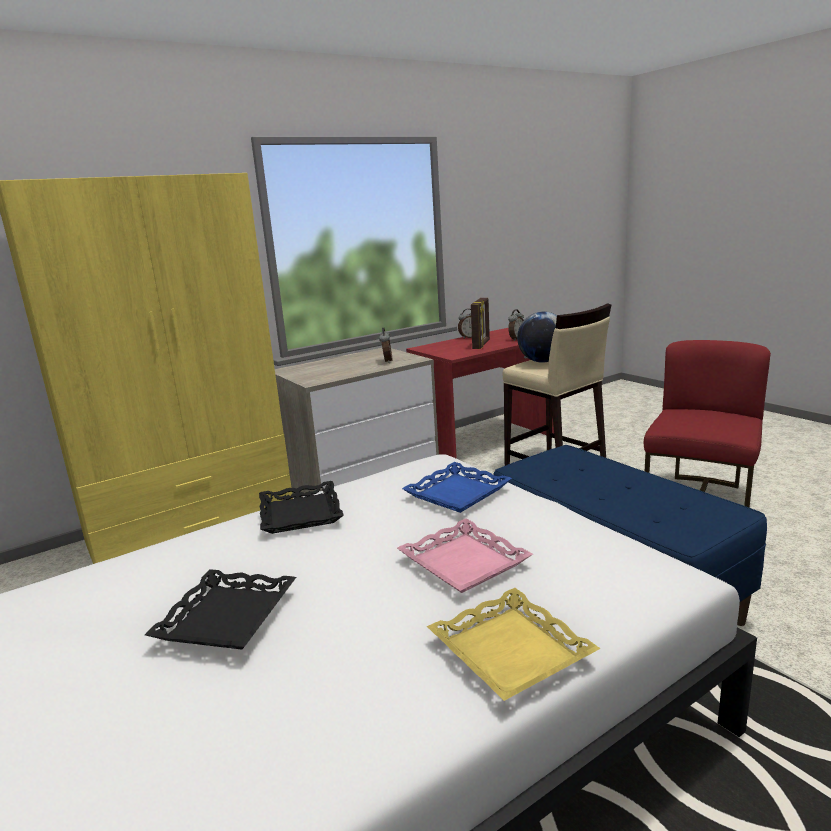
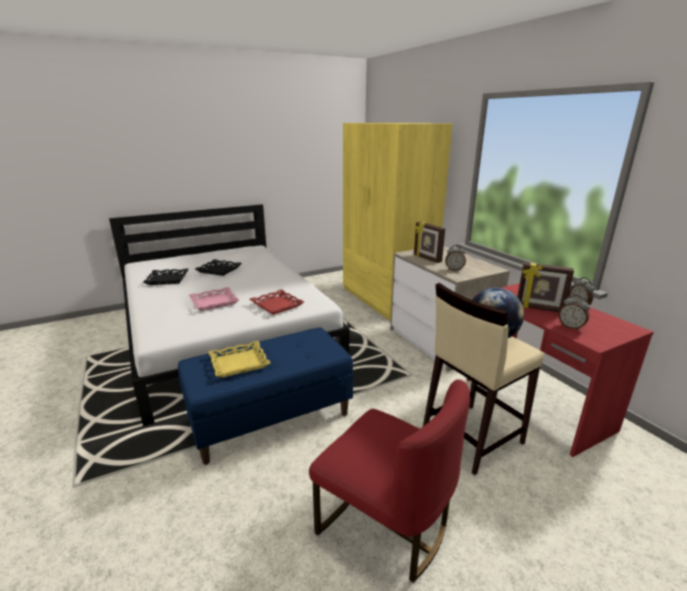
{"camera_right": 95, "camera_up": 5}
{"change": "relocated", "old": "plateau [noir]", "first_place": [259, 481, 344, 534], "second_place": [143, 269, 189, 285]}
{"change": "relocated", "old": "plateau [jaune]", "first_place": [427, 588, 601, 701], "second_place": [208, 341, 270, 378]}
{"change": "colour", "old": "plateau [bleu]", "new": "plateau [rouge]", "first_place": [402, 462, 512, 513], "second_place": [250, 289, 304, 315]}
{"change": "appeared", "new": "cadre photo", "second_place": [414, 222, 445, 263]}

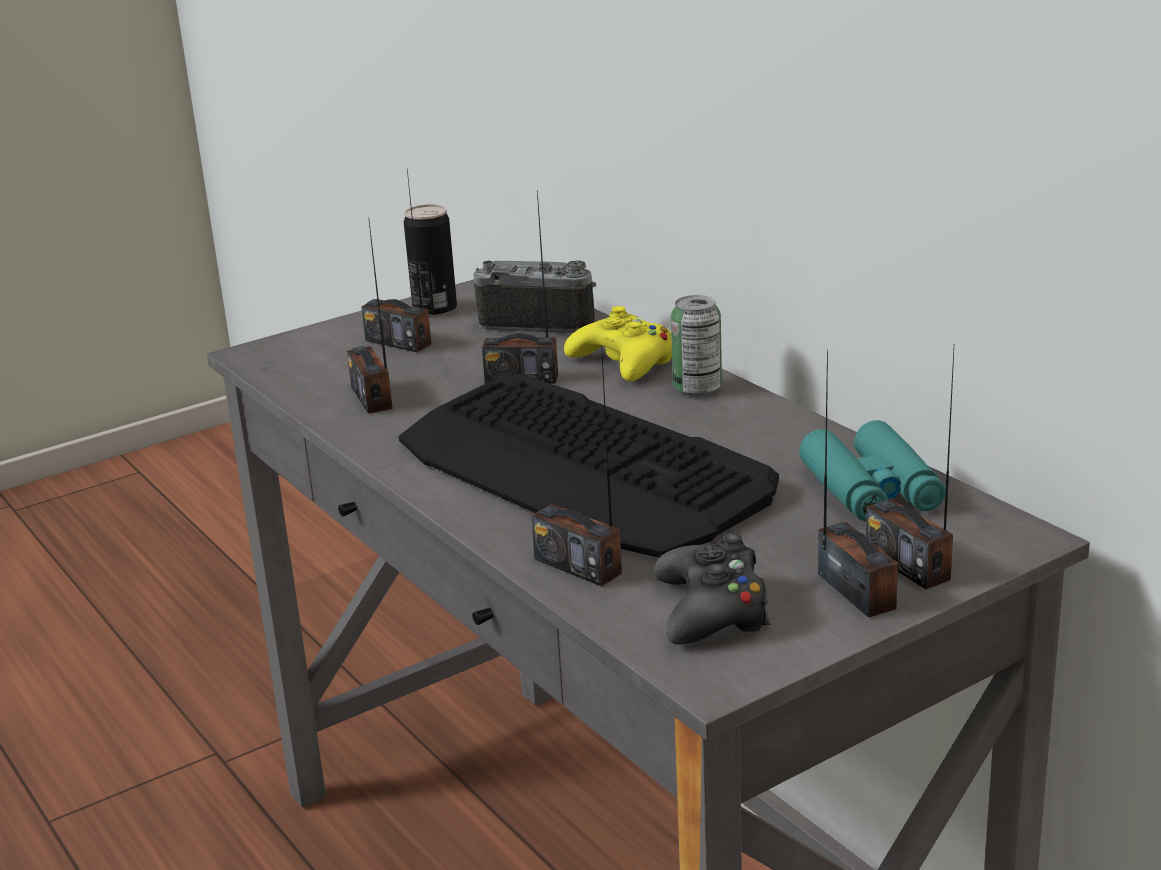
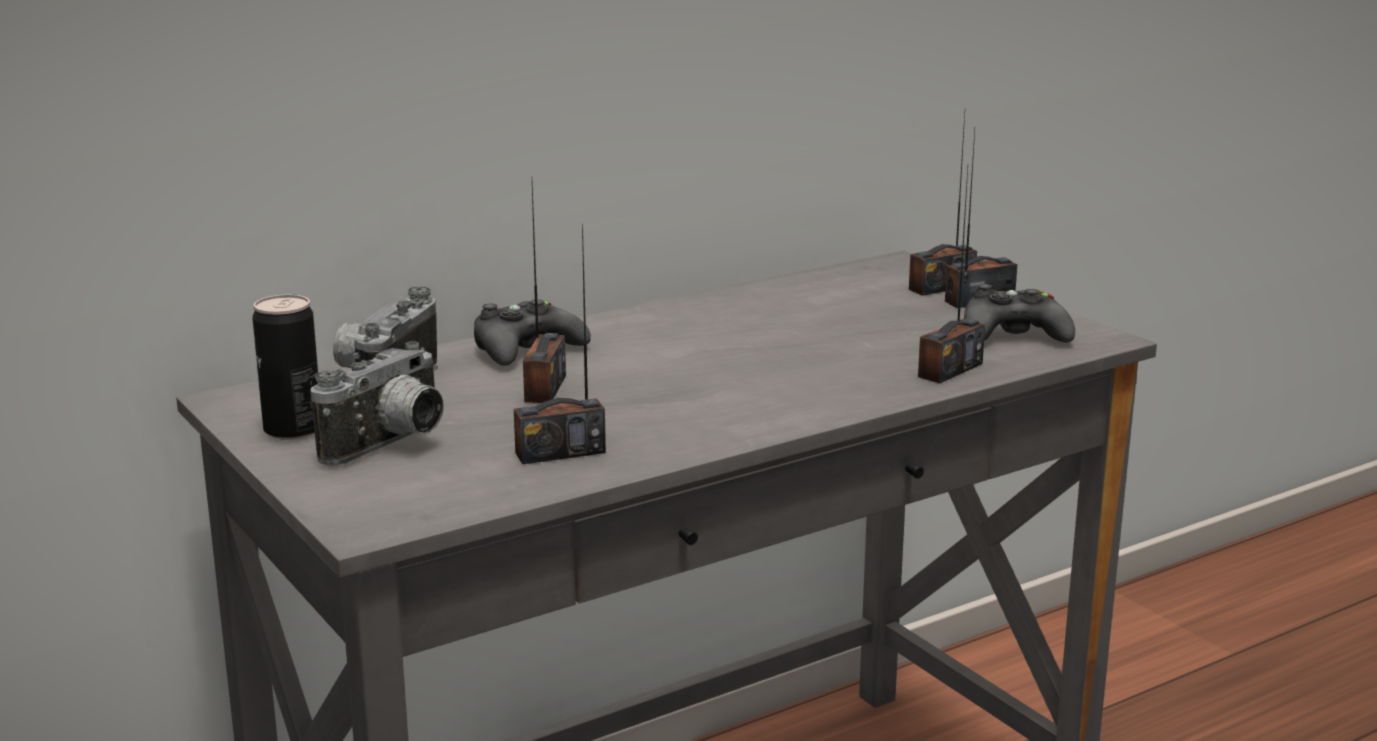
{"camera_right": -90, "camera_up": -5}
{"change": "exchanged", "old": "radio", "new": "appareil photo", "first_place": [361, 170, 432, 352], "second_place": [311, 341, 444, 465]}
{"change": "colour", "old": "manette [jaune]", "new": "manette [noir]", "first_place": [564, 306, 672, 381], "second_place": [474, 299, 591, 366]}
{"change": "missing", "old": "clavier", "first_place": [398, 374, 779, 558]}
{"change": "missing", "old": "boîte métallique", "first_place": [671, 295, 722, 396]}
{"change": "missing", "old": "jumelles [turquoise]", "first_place": [799, 420, 946, 522]}

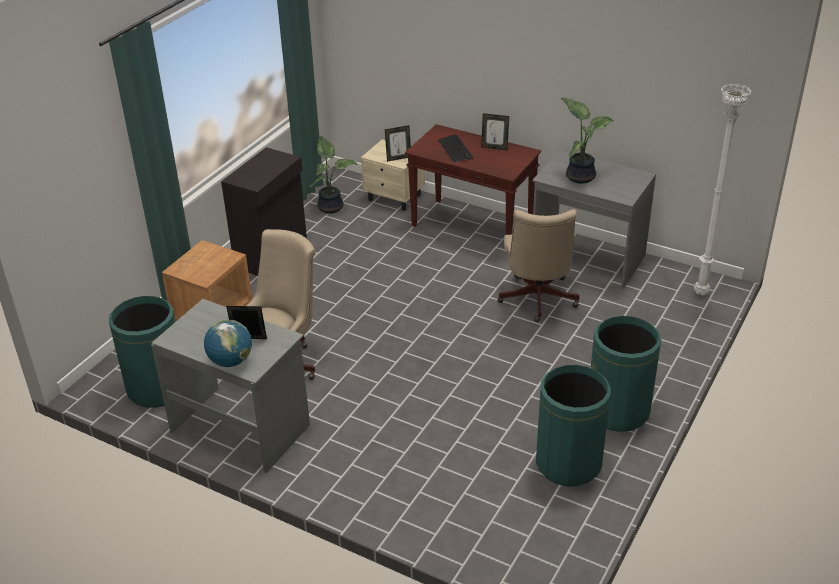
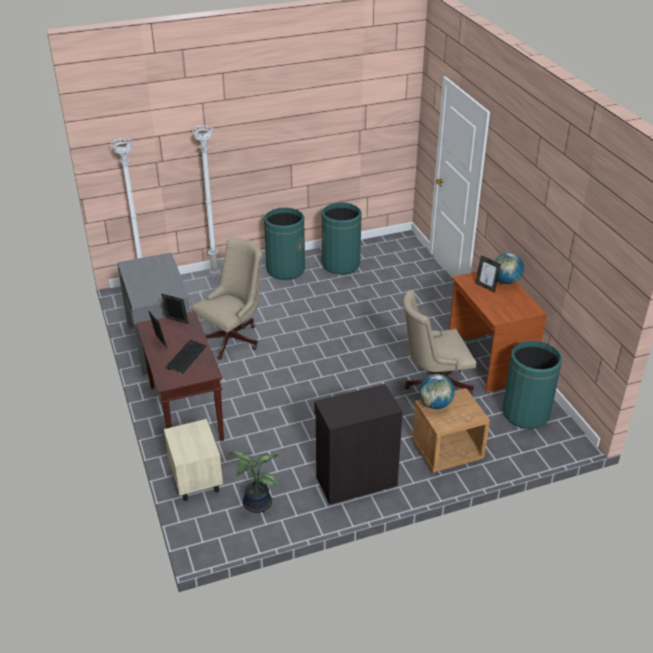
{"camera_right": -140, "camera_up": 0}
{"change": "relocated", "old": "cadre photo", "first_place": [385, 125, 411, 162], "second_place": [161, 294, 188, 324]}
{"change": "appeared", "new": "lampadaire [blanc]", "second_place": [192, 125, 220, 279]}
{"change": "appeared", "new": "globe", "second_place": [419, 374, 455, 409]}
{"change": "colour", "old": "bureau [gris]", "new": "bureau [marron]", "first_place": [151, 299, 310, 473], "second_place": [449, 271, 547, 393]}
{"change": "missing", "old": "plante en pot", "first_place": [561, 98, 614, 184]}

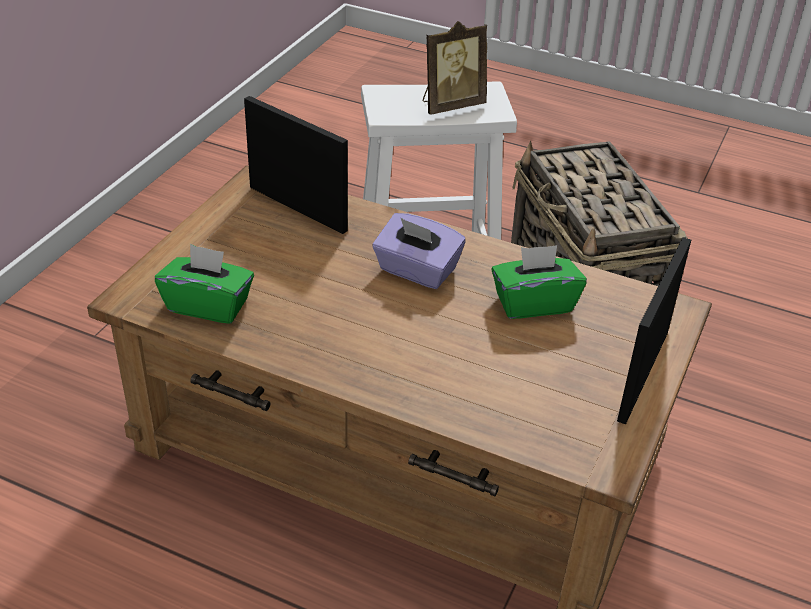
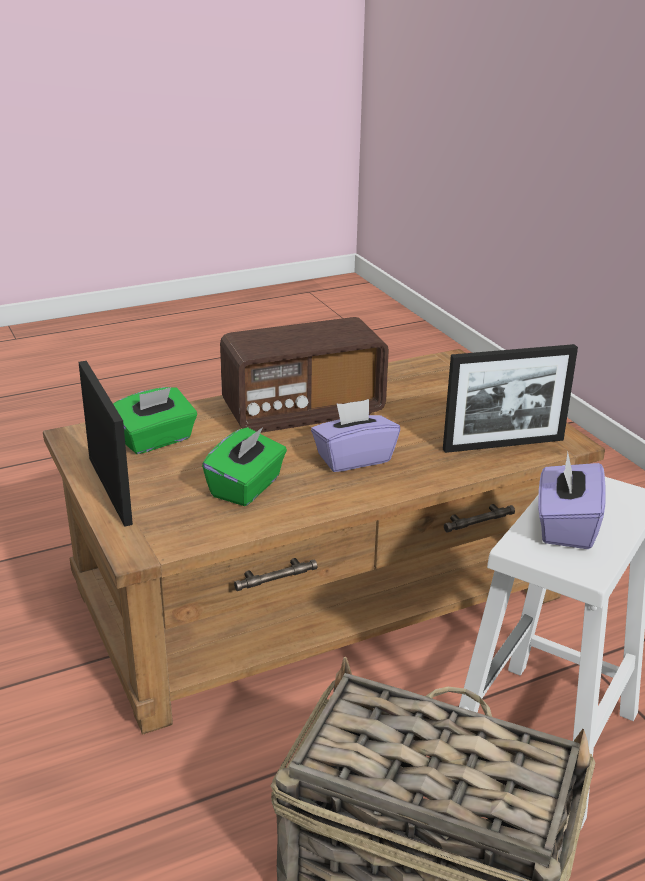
{"camera_right": 130, "camera_up": -10}
{"change": "relocated", "old": "boîte à mouchoirs [vert]", "first_place": [155, 244, 254, 324], "second_place": [113, 387, 197, 454]}
{"change": "appeared", "new": "radio", "second_place": [220, 317, 389, 433]}
{"change": "exchanged", "old": "cadre photo", "new": "boîte à mouchoirs [violet]", "first_place": [423, 21, 487, 115], "second_place": [538, 452, 606, 549]}

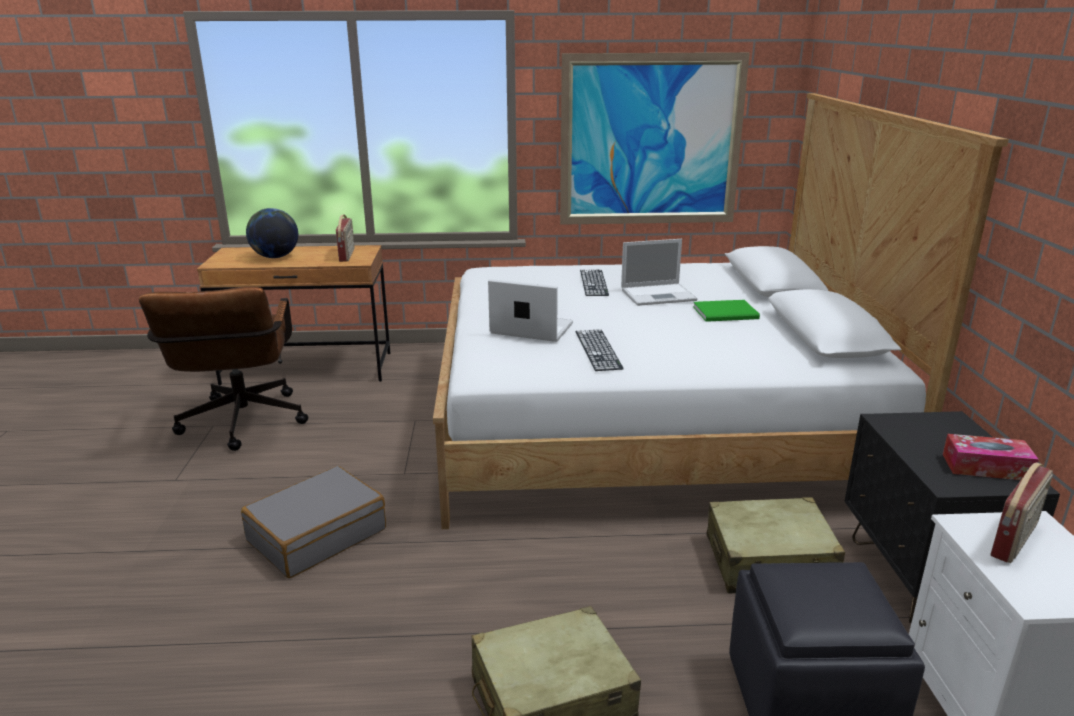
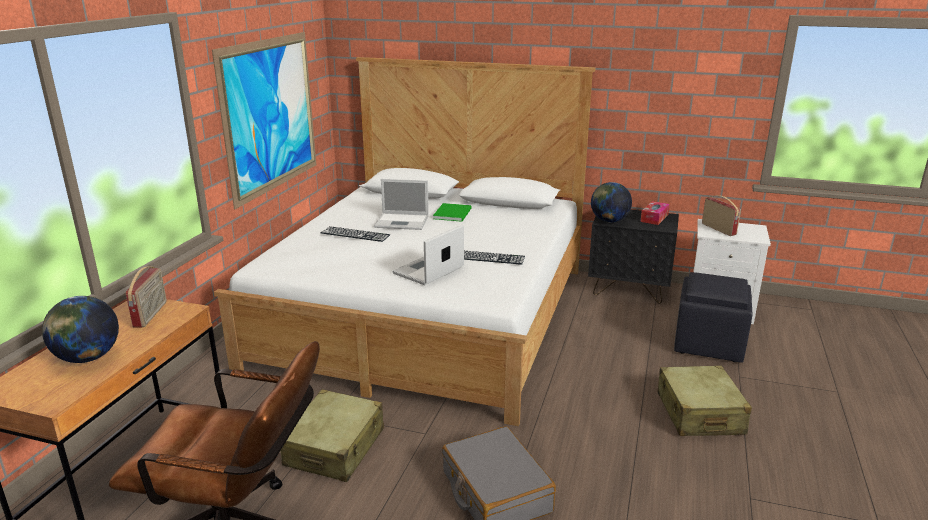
{"camera_right": -70, "camera_up": 0}
{"change": "spun", "old": "radio", "first_place": [336, 215, 355, 262], "second_place": [126, 267, 167, 327], "degrees": 75}
{"change": "relocated", "old": "valise [beige]", "first_place": [707, 497, 845, 593], "second_place": [280, 389, 384, 482]}
{"change": "spun", "old": "ordinateur portable", "first_place": [621, 239, 697, 306], "second_place": [374, 179, 429, 230], "degrees": 90}
{"change": "appeared", "new": "globe", "second_place": [591, 182, 632, 222]}

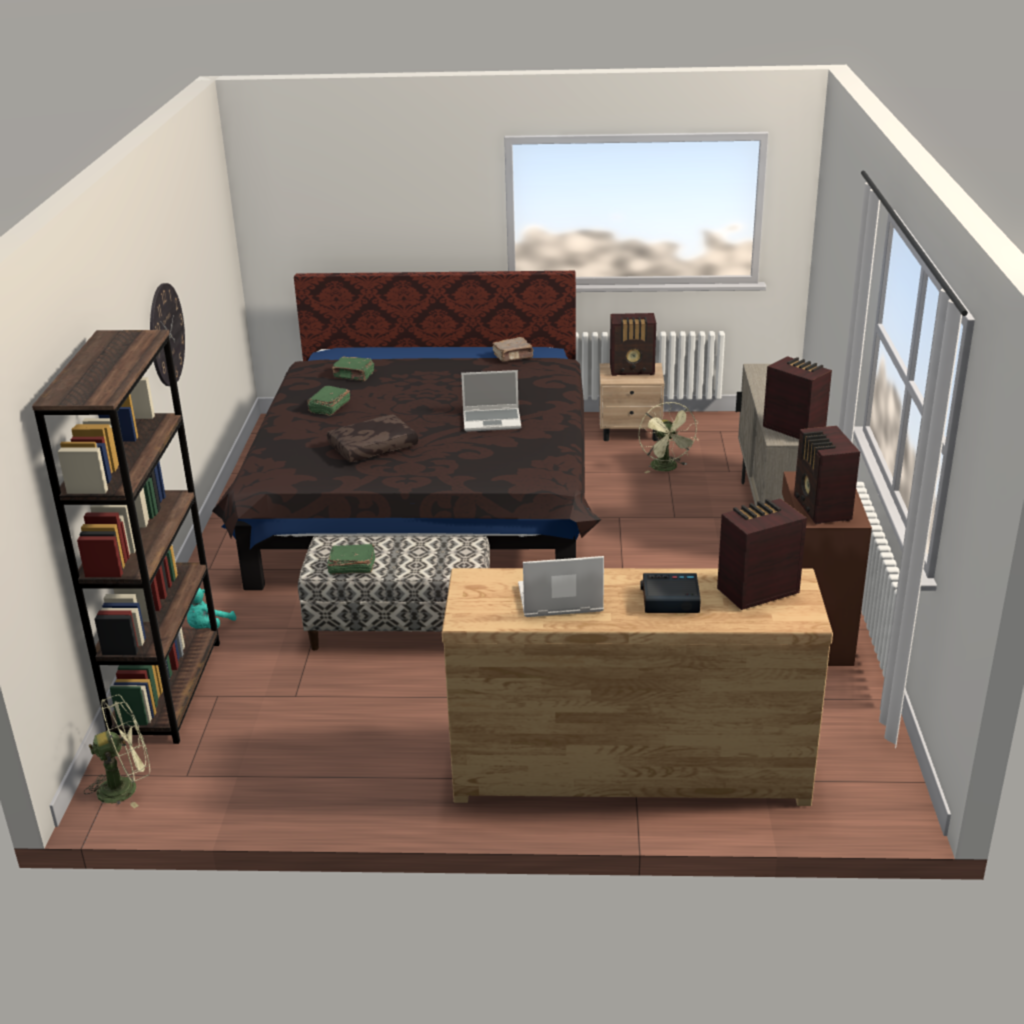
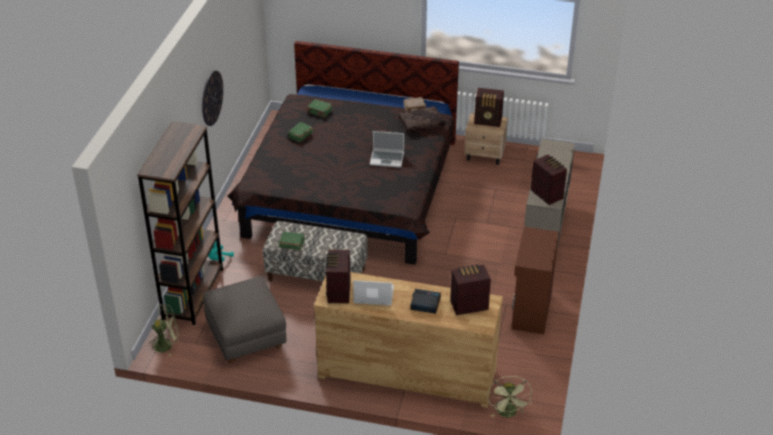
{"camera_right": 10, "camera_up": 10}
{"change": "appeared", "new": "pouf [gris]", "second_place": [203, 276, 287, 363]}
{"change": "relocated", "old": "radio", "first_place": [794, 426, 860, 524], "second_place": [326, 249, 351, 303]}
{"change": "relocated", "old": "coussin [marron]", "first_place": [327, 414, 418, 462], "second_place": [399, 106, 445, 133]}
{"change": "relocated", "old": "ventilateur [vert]", "first_place": [638, 402, 698, 473], "second_place": [487, 376, 532, 417]}

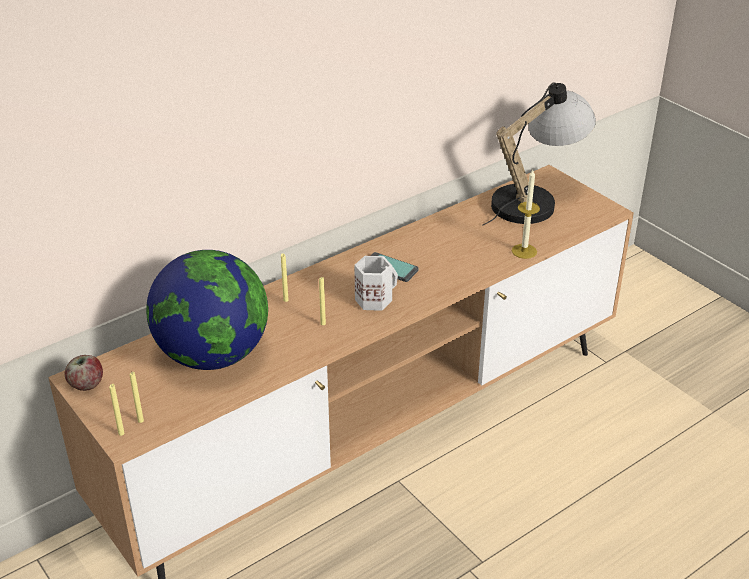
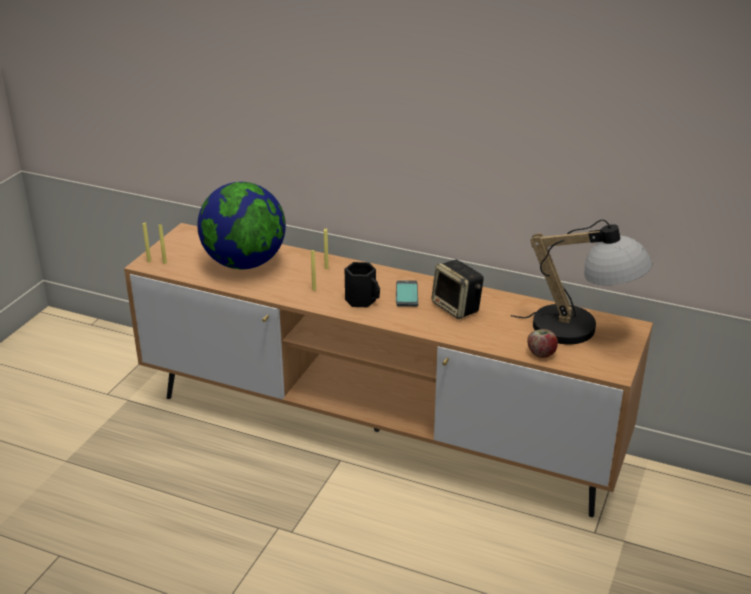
{"camera_right": 60, "camera_up": -5}
{"change": "colour", "old": "mug [blanc]", "new": "mug [noir]", "first_place": [354, 256, 398, 311], "second_place": [345, 262, 380, 307]}
{"change": "appeared", "new": "enceinte", "second_place": [431, 260, 484, 319]}
{"change": "relocated", "old": "pomme", "first_place": [65, 355, 103, 391], "second_place": [527, 329, 558, 358]}
{"change": "missing", "old": "bougie", "first_place": [512, 170, 540, 259]}

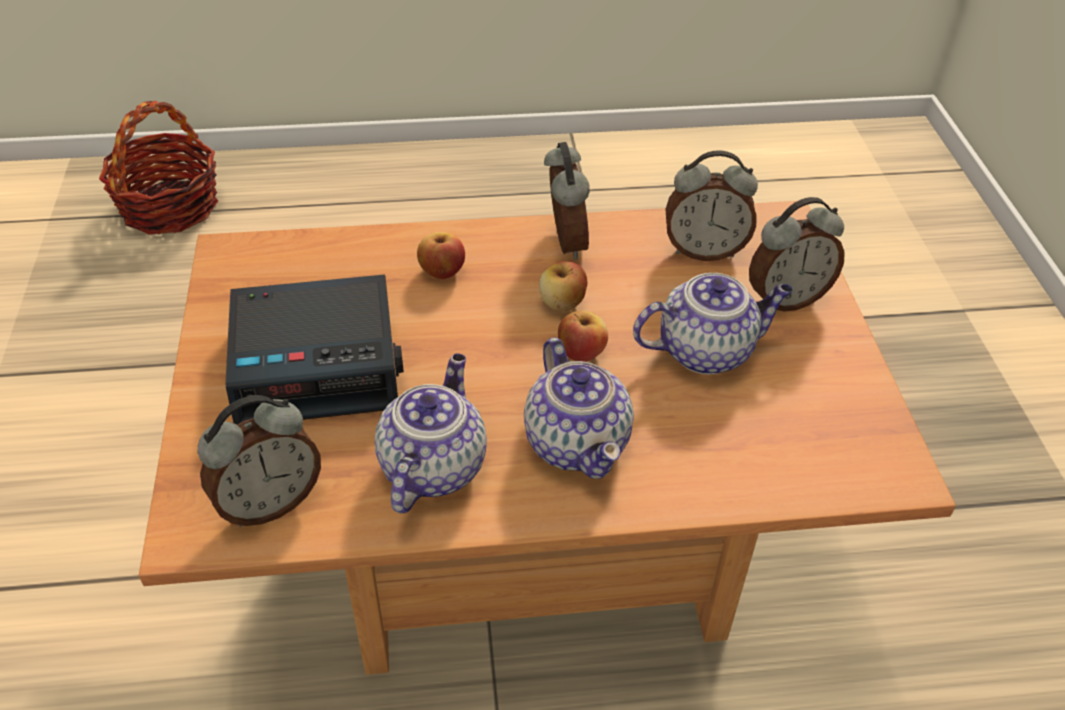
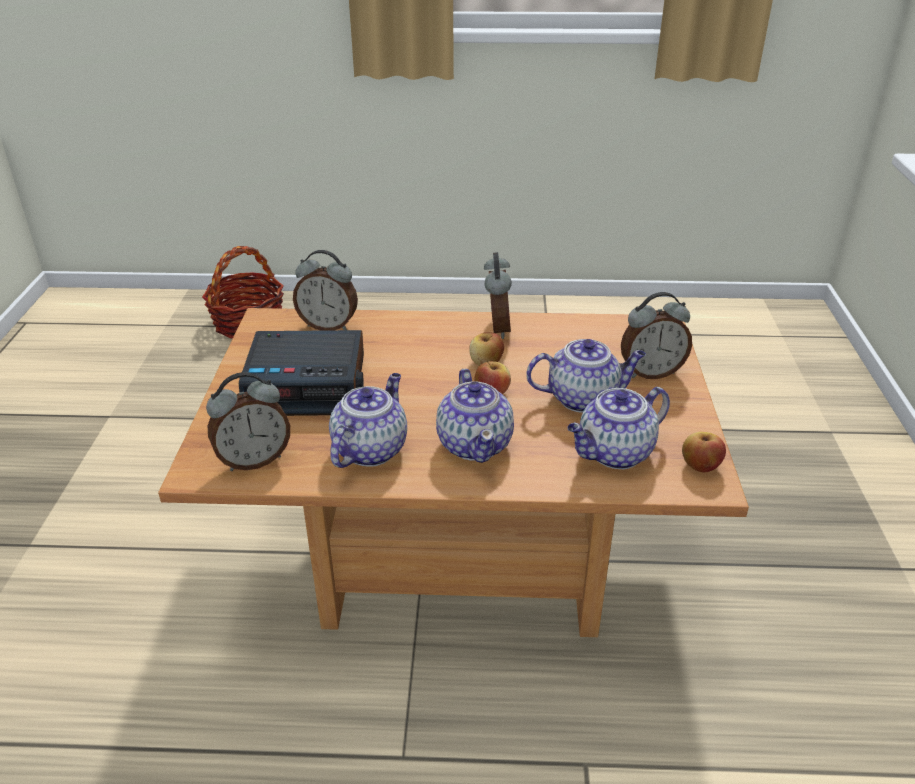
{"camera_right": 10, "camera_up": -10}
{"change": "relocated", "old": "réveil", "first_place": [666, 150, 758, 261], "second_place": [293, 250, 358, 331]}
{"change": "appeared", "new": "théière", "second_place": [568, 387, 670, 469]}
{"change": "relocated", "old": "pomme", "first_place": [417, 232, 465, 279], "second_place": [682, 431, 726, 472]}

